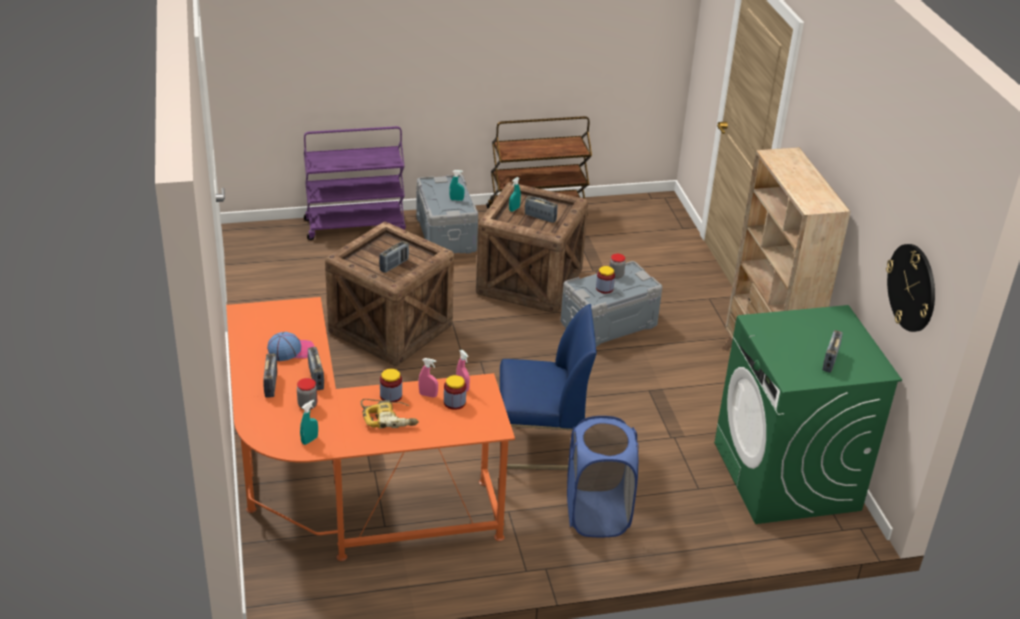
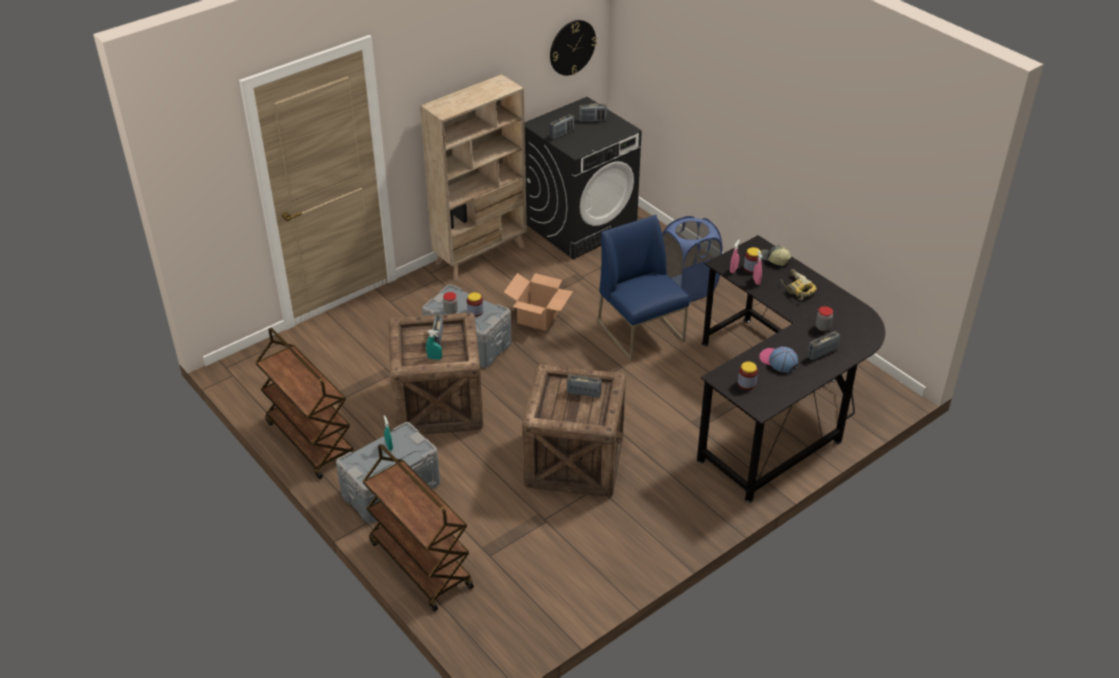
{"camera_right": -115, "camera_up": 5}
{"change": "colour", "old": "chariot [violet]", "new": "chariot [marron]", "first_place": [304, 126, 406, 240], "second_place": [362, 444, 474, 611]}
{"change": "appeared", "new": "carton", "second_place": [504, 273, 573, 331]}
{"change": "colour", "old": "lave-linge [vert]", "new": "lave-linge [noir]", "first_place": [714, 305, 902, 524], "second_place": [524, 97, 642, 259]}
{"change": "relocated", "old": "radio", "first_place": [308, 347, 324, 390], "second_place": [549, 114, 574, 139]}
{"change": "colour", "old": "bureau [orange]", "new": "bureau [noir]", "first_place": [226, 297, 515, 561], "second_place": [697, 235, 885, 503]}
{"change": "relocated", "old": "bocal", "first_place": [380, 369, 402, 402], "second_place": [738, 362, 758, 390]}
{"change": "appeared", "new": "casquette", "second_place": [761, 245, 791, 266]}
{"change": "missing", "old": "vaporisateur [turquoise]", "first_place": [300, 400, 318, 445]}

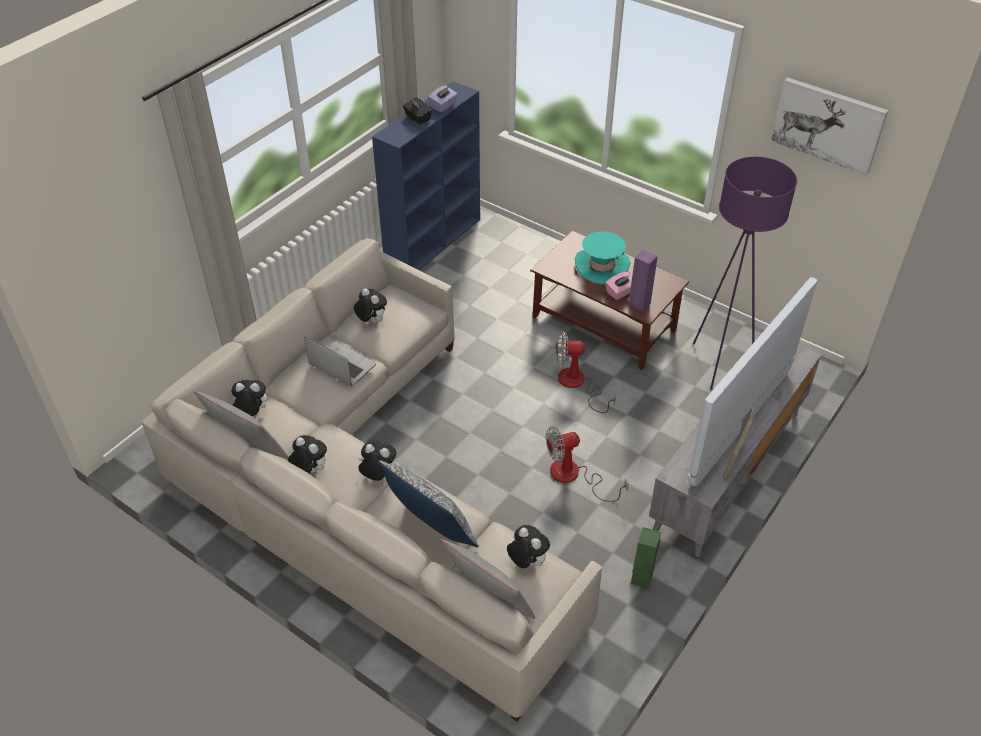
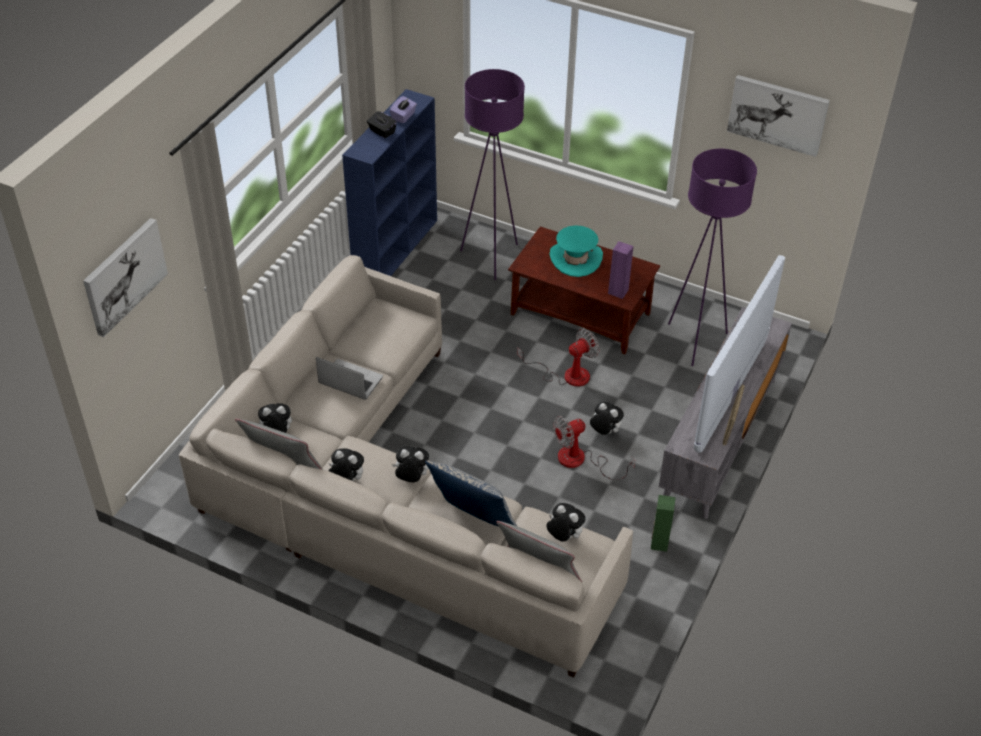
{"camera_right": -10, "camera_up": 0}
{"change": "appeared", "new": "tableau", "second_place": [83, 218, 168, 337]}
{"change": "appeared", "new": "lampadaire [violet]", "second_place": [460, 69, 525, 280]}
{"change": "spun", "old": "ventilateur", "first_place": [556, 331, 616, 413], "second_place": [517, 329, 600, 387], "degrees": 150}
{"change": "relocated", "old": "peluche", "first_place": [354, 288, 387, 323], "second_place": [590, 402, 624, 435]}
{"change": "missing", "old": "boîte à mouchoirs [rose]", "first_place": [605, 271, 632, 300]}

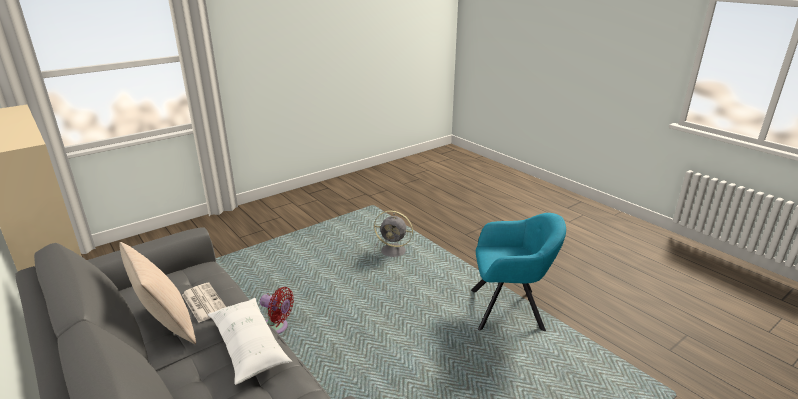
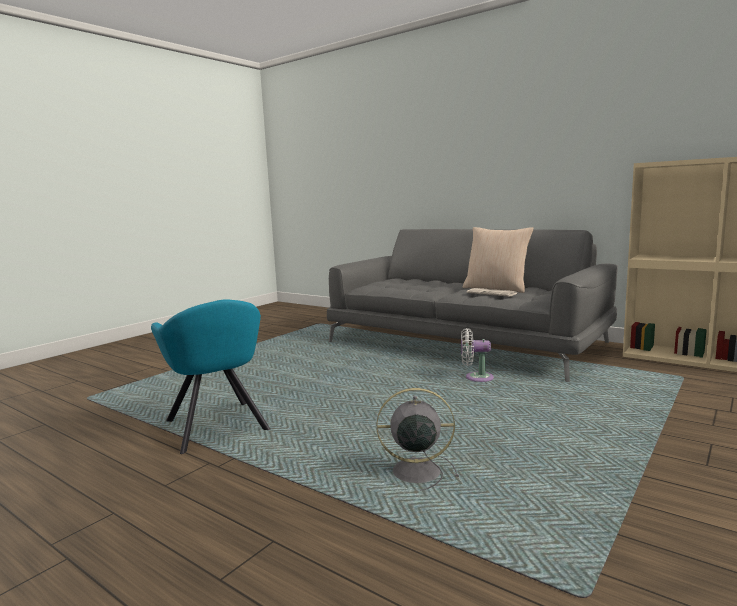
{"camera_right": 165, "camera_up": -15}
{"change": "spun", "old": "fauteuil [turquoise]", "first_place": [471, 213, 566, 331], "second_place": [151, 299, 270, 454], "degrees": -105}
{"change": "colour", "old": "ventilateur [rouge]", "new": "ventilateur [blanc]", "first_place": [260, 287, 294, 334], "second_place": [461, 328, 494, 382]}
{"change": "missing", "old": "coussin [blanc]", "first_place": [207, 298, 292, 385]}

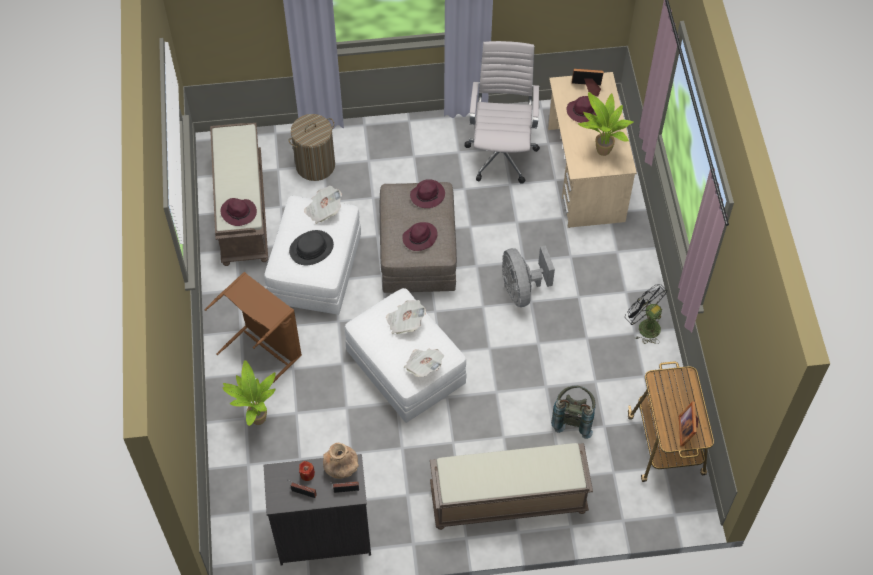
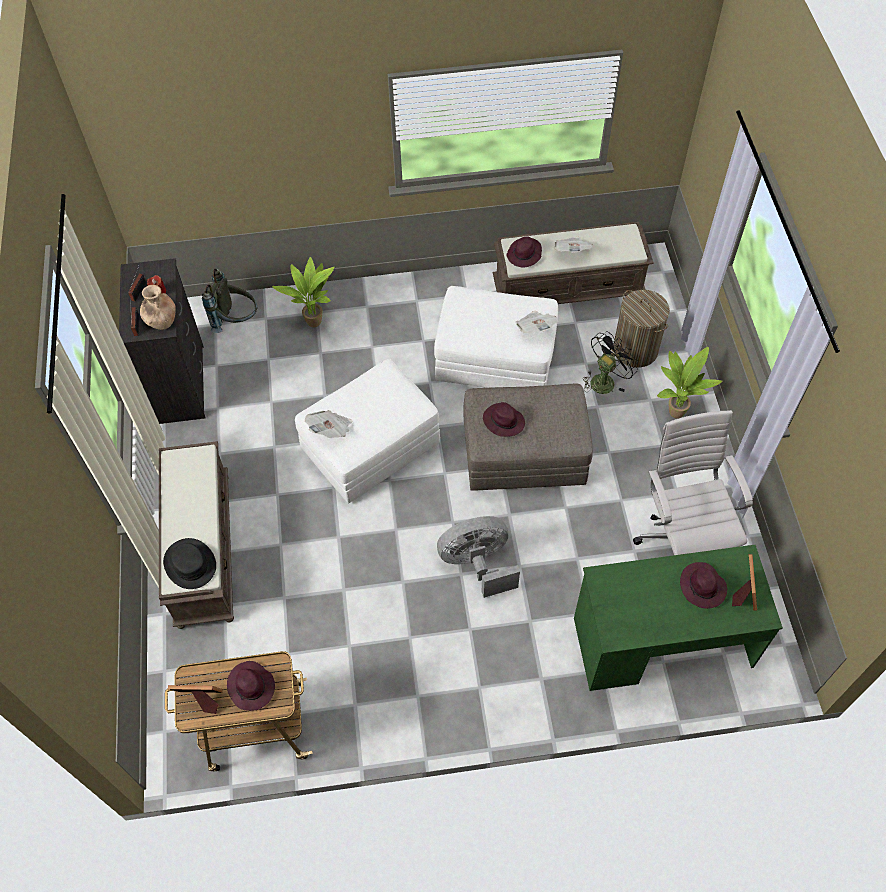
{"camera_right": 90, "camera_up": 0}
{"change": "relocated", "old": "chapeau [noir]", "first_place": [289, 230, 334, 265], "second_place": [163, 538, 216, 589]}
{"change": "relocated", "old": "sac à dos [gris]", "first_place": [551, 385, 596, 439], "second_place": [202, 269, 257, 333]}
{"change": "relocated", "old": "chapeau [violet]", "first_place": [410, 179, 445, 208], "second_place": [227, 661, 275, 711]}
{"change": "relocated", "old": "journal", "first_place": [386, 300, 426, 334], "second_place": [554, 236, 593, 253]}
{"change": "colour", "old": "bureau [beige]", "new": "bureau [vert]", "first_place": [548, 72, 637, 228], "second_place": [574, 545, 783, 691]}
{"change": "relocated", "old": "ventilateur [noir]", "first_place": [625, 284, 668, 344], "second_place": [583, 331, 638, 394]}
{"change": "spun", "old": "chaise de bureau [blanc]", "first_place": [465, 41, 540, 184], "second_place": [633, 410, 753, 555], "degrees": -105}
{"change": "relocated", "old": "plante en pot", "first_place": [578, 92, 634, 156], "second_place": [657, 347, 722, 419]}
{"change": "missing", "old": "panier à linge [marron]", "first_place": [204, 272, 302, 384]}

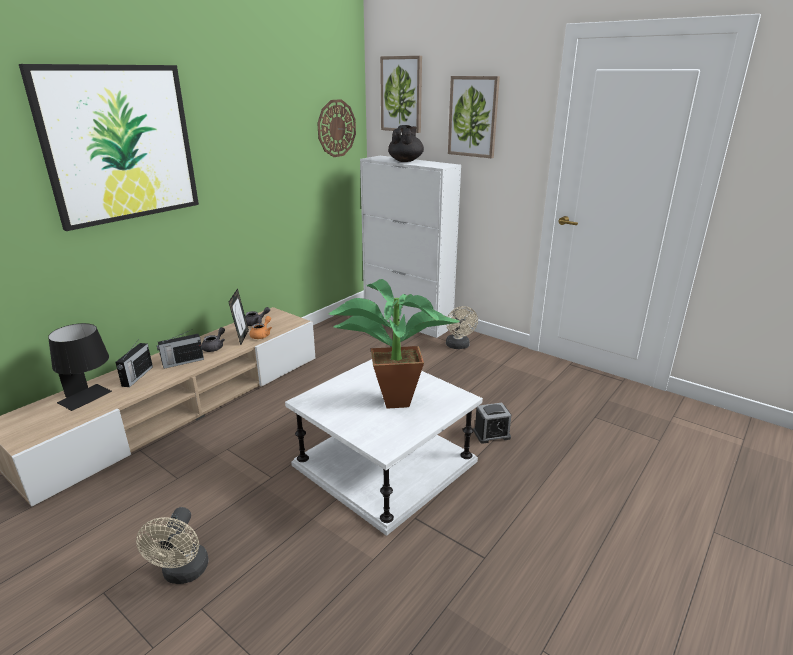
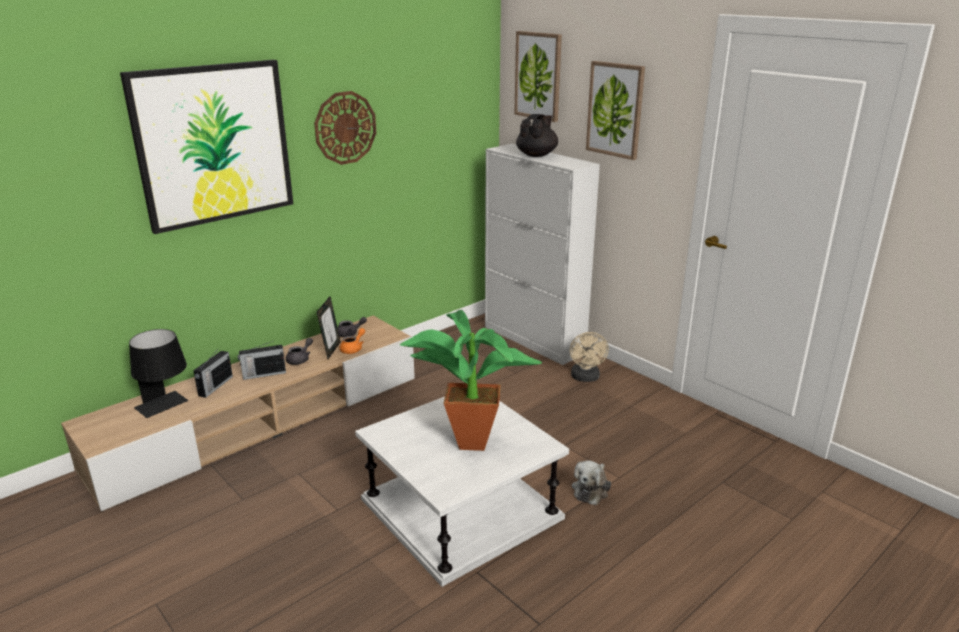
{"camera_right": 10, "camera_up": 0}
{"change": "relocated", "old": "horloge murale", "first_place": [317, 99, 356, 157], "second_place": [314, 91, 376, 165]}
{"change": "exchanged", "old": "réveil", "new": "peluche", "first_place": [473, 403, 511, 444], "second_place": [572, 460, 611, 505]}
{"change": "missing", "old": "ventilateur [beige]", "first_place": [136, 507, 209, 584]}

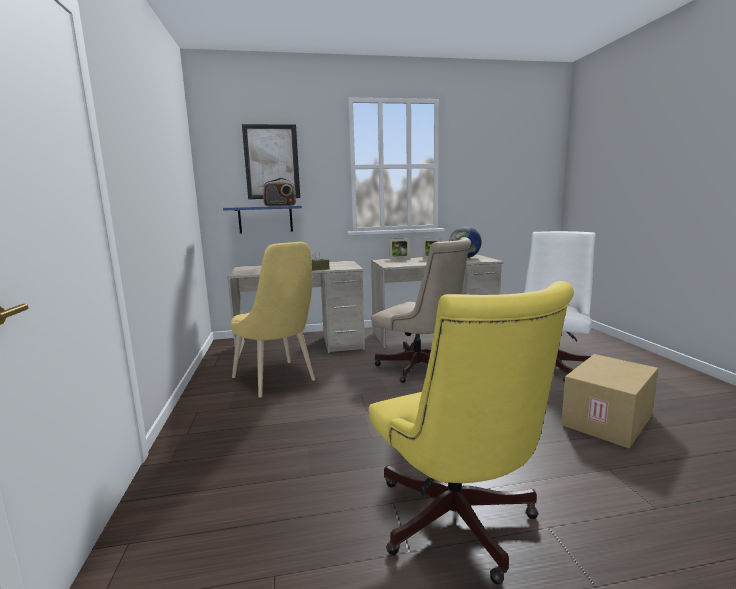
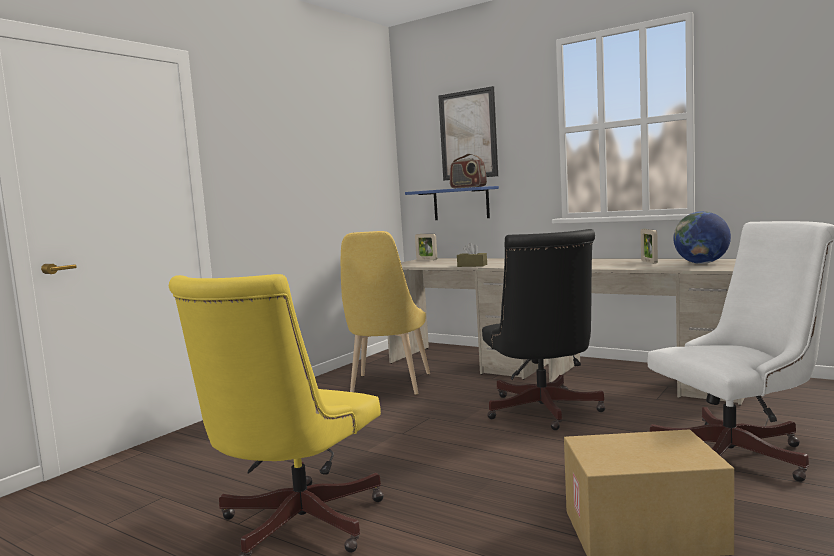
{"camera_right": 45, "camera_up": -5}
{"change": "relocated", "old": "cadre photo", "first_place": [389, 238, 410, 260], "second_place": [415, 234, 437, 260]}
{"change": "colour", "old": "chaise de bureau [beige]", "new": "chaise de bureau [noir]", "first_place": [371, 237, 471, 383], "second_place": [482, 229, 606, 430]}

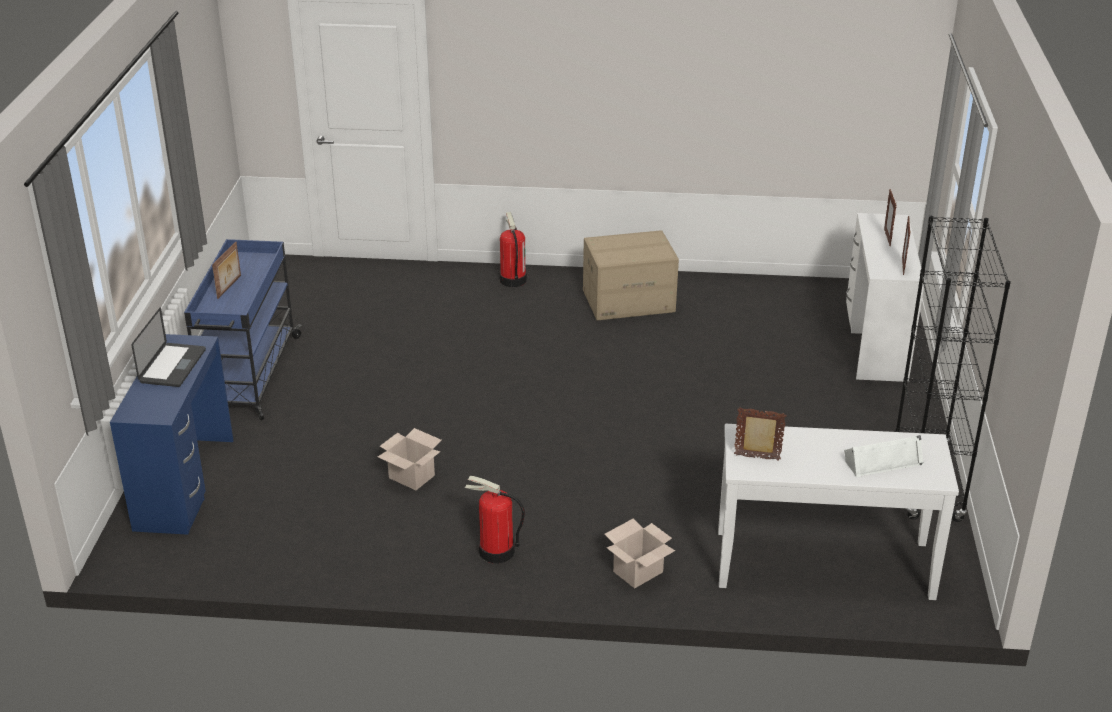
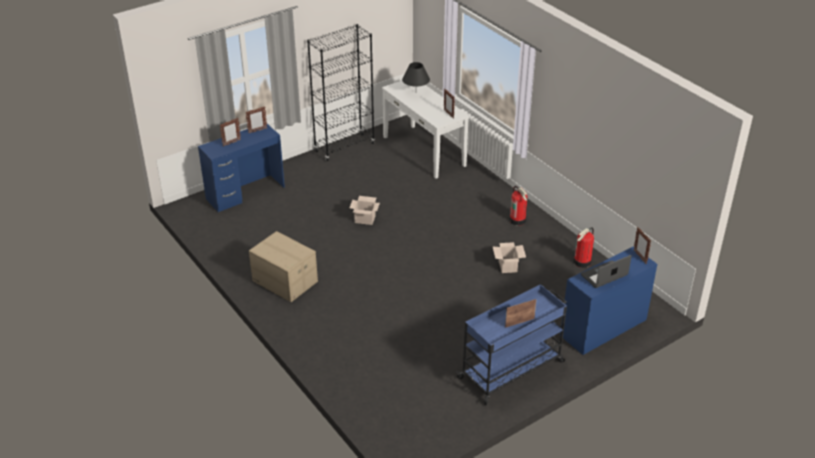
{"camera_right": -130, "camera_up": 5}
{"change": "colour", "old": "bureau [blanc]", "new": "bureau [bleu]", "first_place": [846, 213, 925, 382], "second_place": [198, 123, 285, 212]}
{"change": "relocated", "old": "carton", "first_place": [604, 519, 675, 588], "second_place": [349, 196, 380, 225]}
{"change": "exchanged", "old": "enceinte [blanc]", "new": "lampe de table [noir]", "first_place": [844, 435, 924, 477], "second_place": [402, 62, 430, 87]}
{"change": "relocated", "old": "extincteur", "first_place": [500, 212, 527, 287], "second_place": [573, 227, 594, 268]}
{"change": "appeared", "new": "cadre photo", "second_place": [633, 227, 651, 264]}

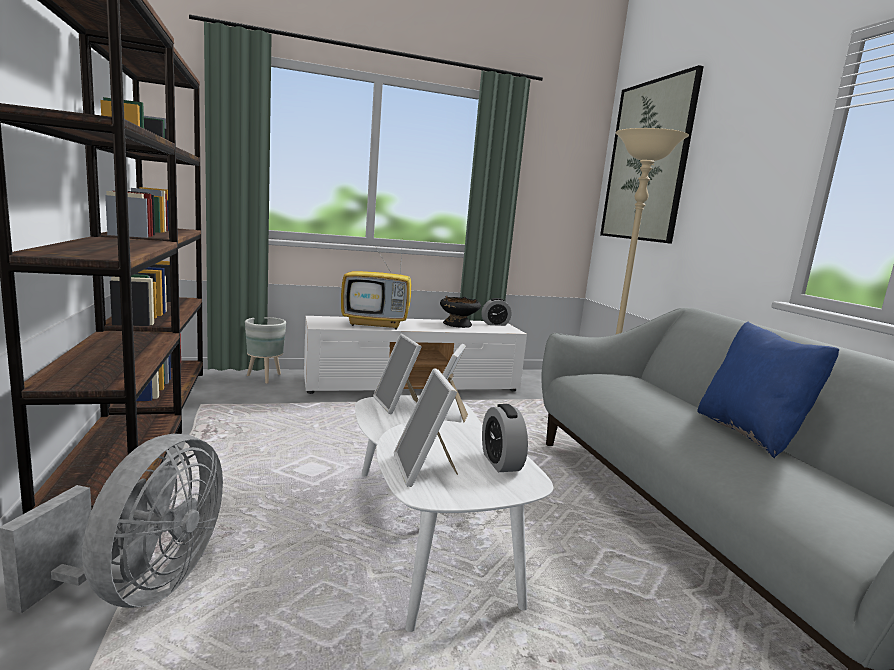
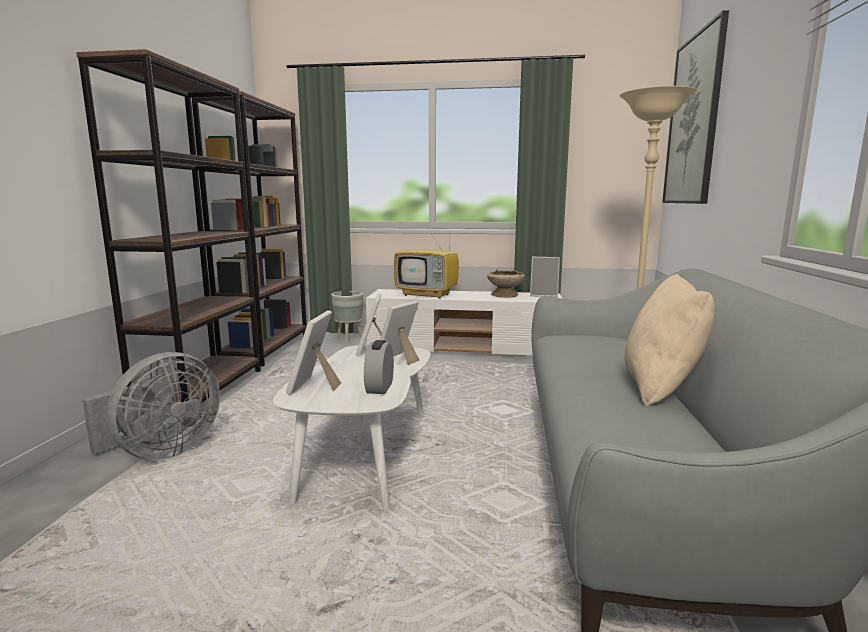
{"camera_right": 25, "camera_up": 0}
{"change": "colour", "old": "bol [noir]", "new": "bol [beige]", "first_place": [440, 296, 481, 328], "second_place": [487, 269, 525, 298]}
{"change": "exchanged", "old": "réveil", "new": "cadre photo", "first_place": [481, 298, 511, 326], "second_place": [530, 257, 560, 297]}
{"change": "colour", "old": "coussin [bleu]", "new": "coussin [beige]", "first_place": [698, 322, 839, 458], "second_place": [624, 274, 715, 406]}

